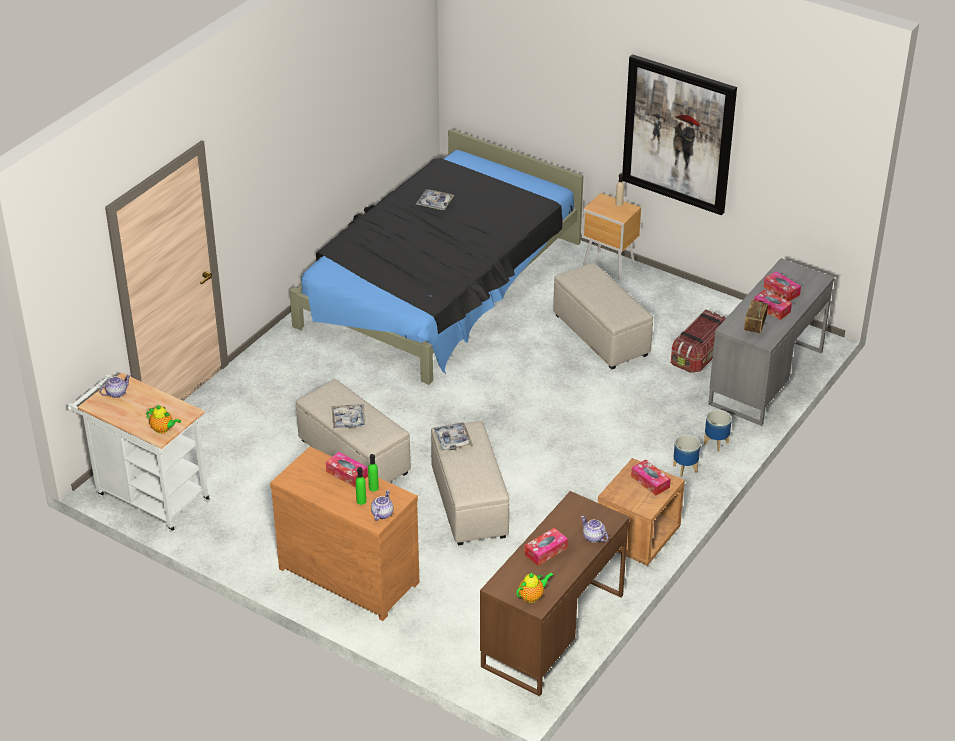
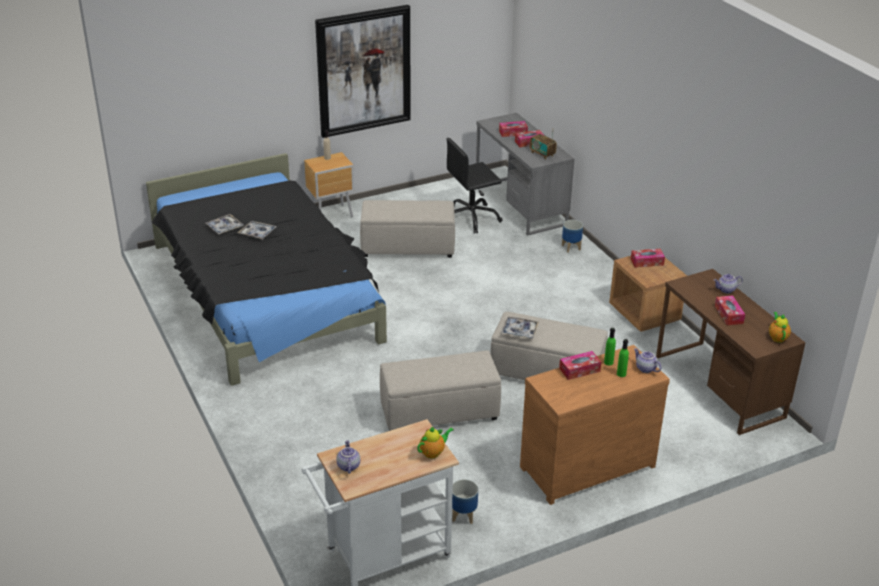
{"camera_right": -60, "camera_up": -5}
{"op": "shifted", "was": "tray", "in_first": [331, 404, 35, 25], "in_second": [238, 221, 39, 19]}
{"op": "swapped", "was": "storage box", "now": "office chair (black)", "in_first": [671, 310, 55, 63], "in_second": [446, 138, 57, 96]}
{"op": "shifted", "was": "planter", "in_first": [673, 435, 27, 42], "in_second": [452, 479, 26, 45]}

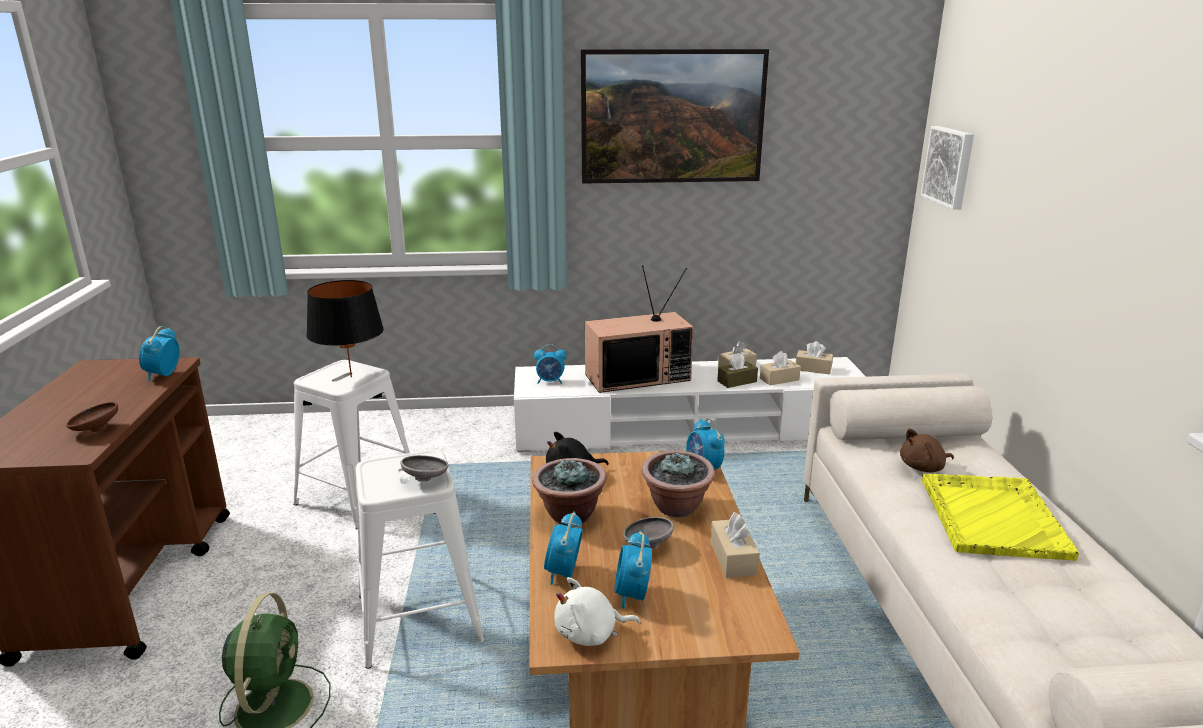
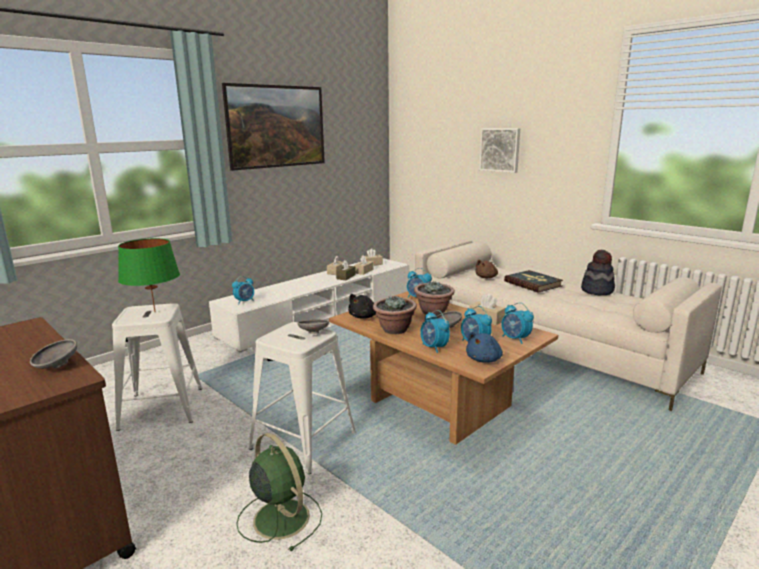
{"camera_right": -40, "camera_up": -5}
{"op": "repainted", "was": "bowl (brown)", "now": "bowl (grey)", "in_first": [66, 402, 52, 30], "in_second": [30, 339, 47, 30]}
{"op": "shifted", "was": "alarm clock", "in_first": [139, 326, 41, 55], "in_second": [501, 302, 33, 42]}
{"op": "repainted", "was": "table lamp (black)", "now": "table lamp (green)", "in_first": [306, 280, 78, 97], "in_second": [118, 238, 62, 74]}
{"op": "repainted", "was": "plush toy (white)", "now": "plush toy (blue)", "in_first": [554, 577, 87, 69], "in_second": [466, 332, 37, 31]}
{"op": "gone", "was": "television", "in_first": [585, 265, 109, 128]}
{"op": "shifted", "was": "picture", "in_first": [921, 126, 53, 84], "in_second": [479, 128, 41, 45]}
{"op": "swapped", "was": "tray (yellow)", "now": "book", "in_first": [922, 474, 157, 87], "in_second": [504, 270, 59, 23]}
{"op": "new", "now": "hat", "in_second": [581, 249, 34, 46]}

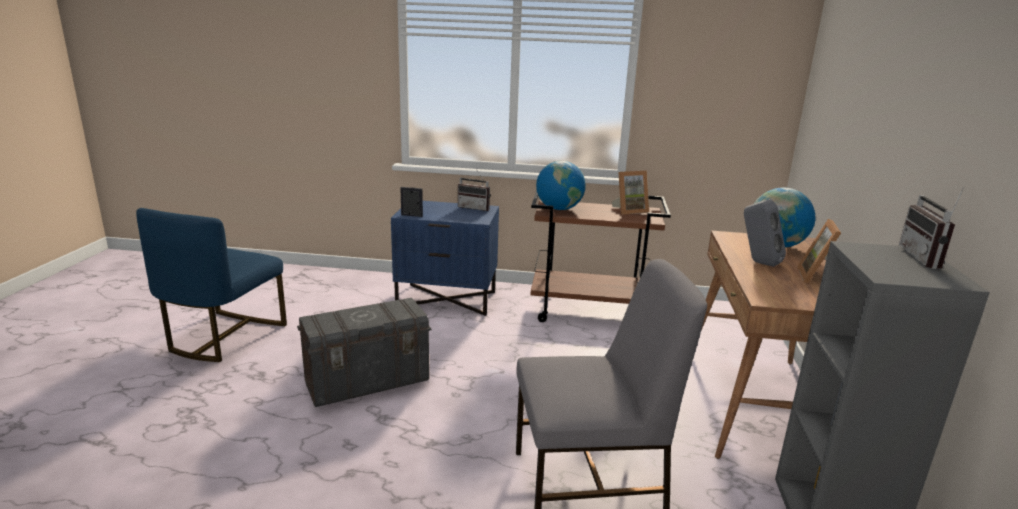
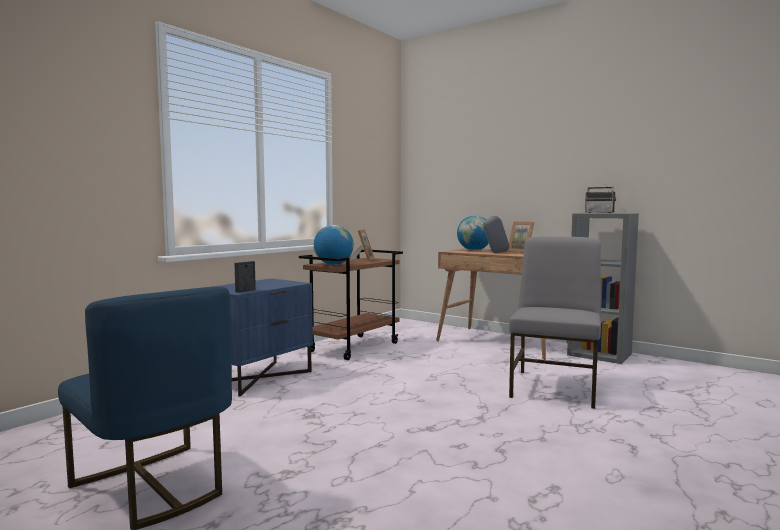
{"camera_right": -60, "camera_up": -15}
{"op": "gone", "was": "storage box (grey)", "in_first": [297, 298, 134, 109]}
{"op": "gone", "was": "radio", "in_first": [458, 169, 33, 42]}

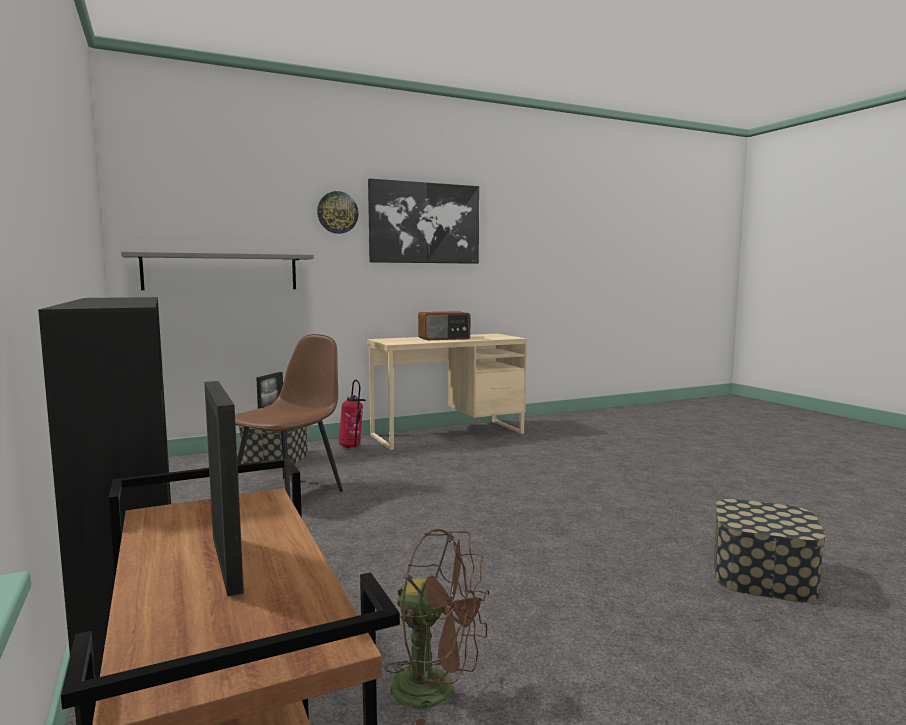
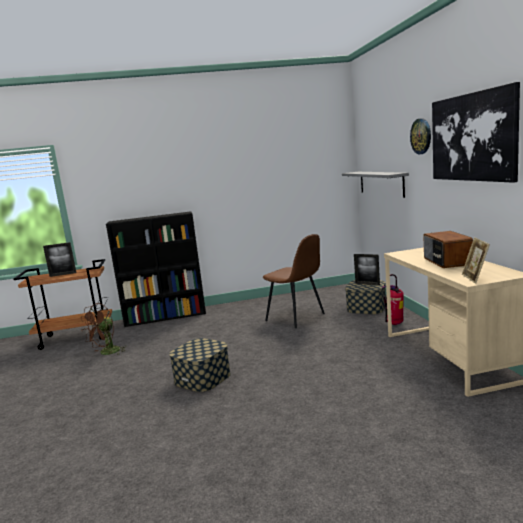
{"camera_right": 105, "camera_up": 5}
{"op": "shifted", "was": "storage box", "in_first": [713, 499, 113, 104], "in_second": [169, 338, 62, 54]}
{"op": "new", "now": "picture frame", "in_second": [462, 237, 28, 47]}

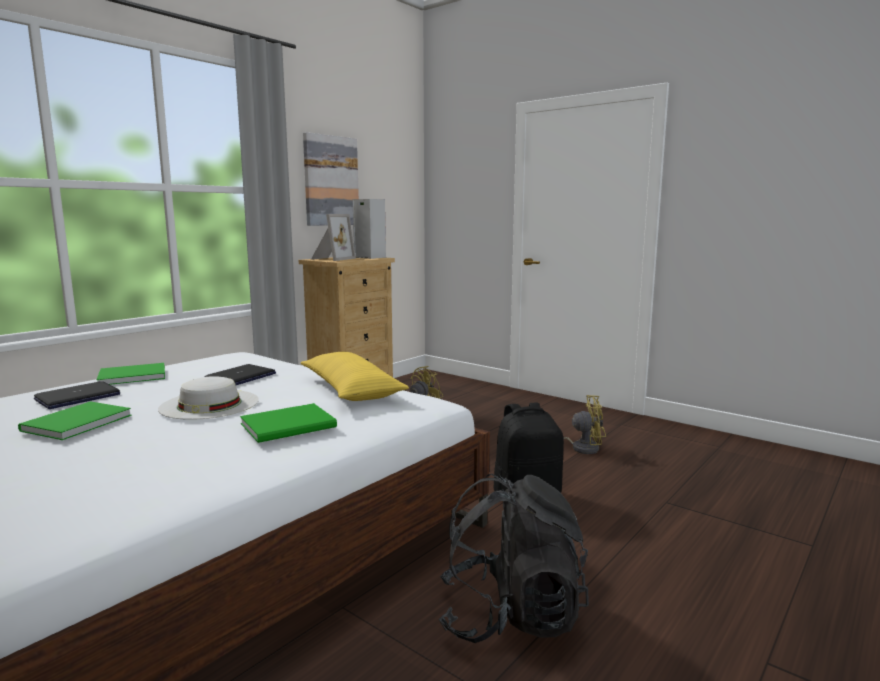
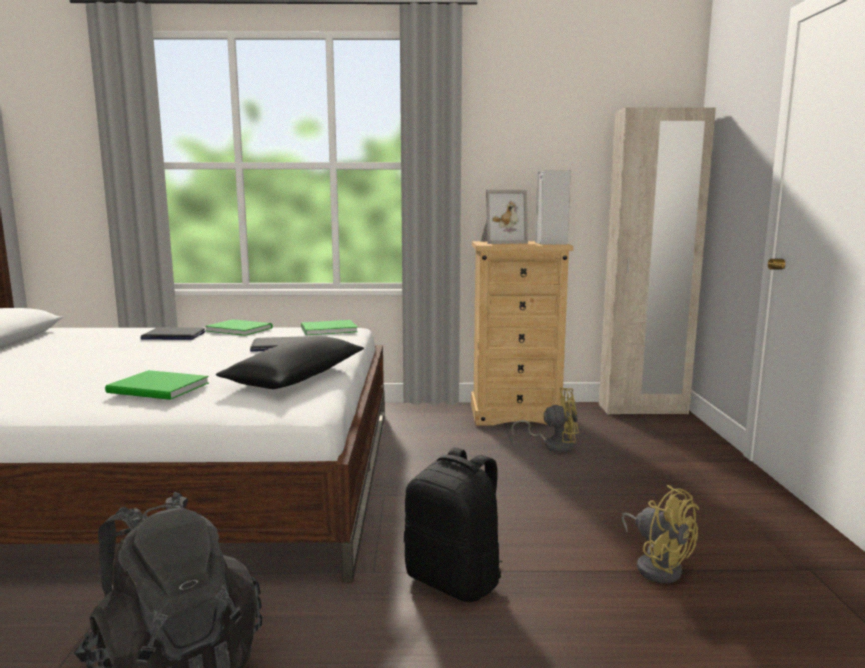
{"camera_right": 50, "camera_up": 0}
{"op": "shifted", "was": "book (green)", "in_first": [18, 401, 113, 39], "in_second": [301, 320, 57, 15]}
{"op": "gone", "was": "hat (white)", "in_first": [158, 376, 101, 44]}
{"op": "repainted", "was": "pillow (yellow)", "now": "pillow (black)", "in_first": [301, 352, 108, 49], "in_second": [216, 336, 148, 53]}
{"op": "gone", "was": "picture", "in_first": [303, 132, 56, 94]}
{"op": "new", "now": "wardrobe (beige)", "in_second": [599, 107, 117, 307]}

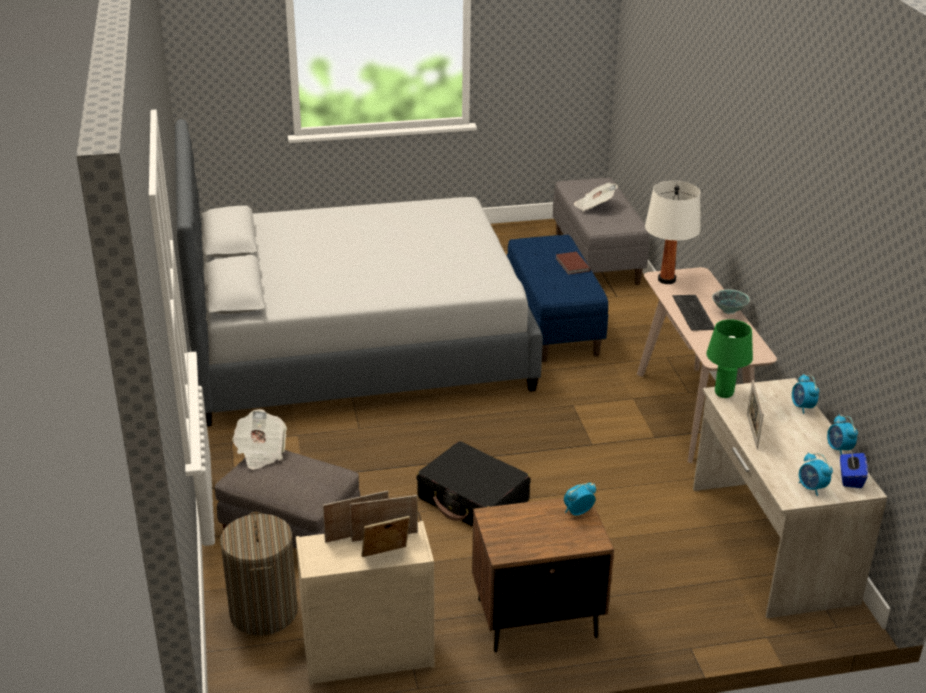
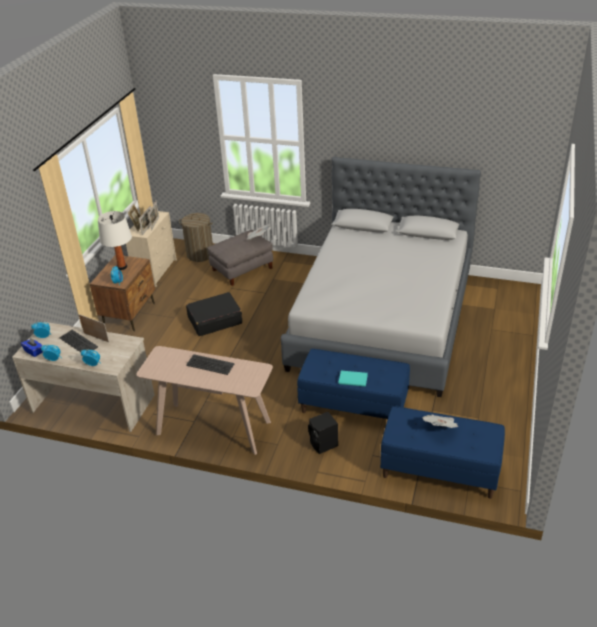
{"camera_right": 120, "camera_up": 5}
{"op": "repainted", "was": "bench (grey)", "now": "bench (blue)", "in_first": [553, 177, 96, 108], "in_second": [380, 406, 125, 93]}
{"op": "repainted", "was": "book (brown)", "now": "book (turquoise)", "in_first": [556, 252, 35, 23], "in_second": [338, 371, 30, 16]}
{"op": "shifted", "was": "table lamp (white)", "in_first": [645, 181, 55, 103], "in_second": [98, 211, 34, 59]}
{"op": "gone", "was": "table lamp (green)", "in_first": [706, 319, 47, 79]}
{"op": "gone", "was": "bowl", "in_first": [712, 289, 38, 26]}
{"op": "new", "now": "keyboard", "in_second": [59, 330, 39, 22]}
{"op": "new", "now": "speaker (black)", "in_second": [308, 412, 30, 42]}

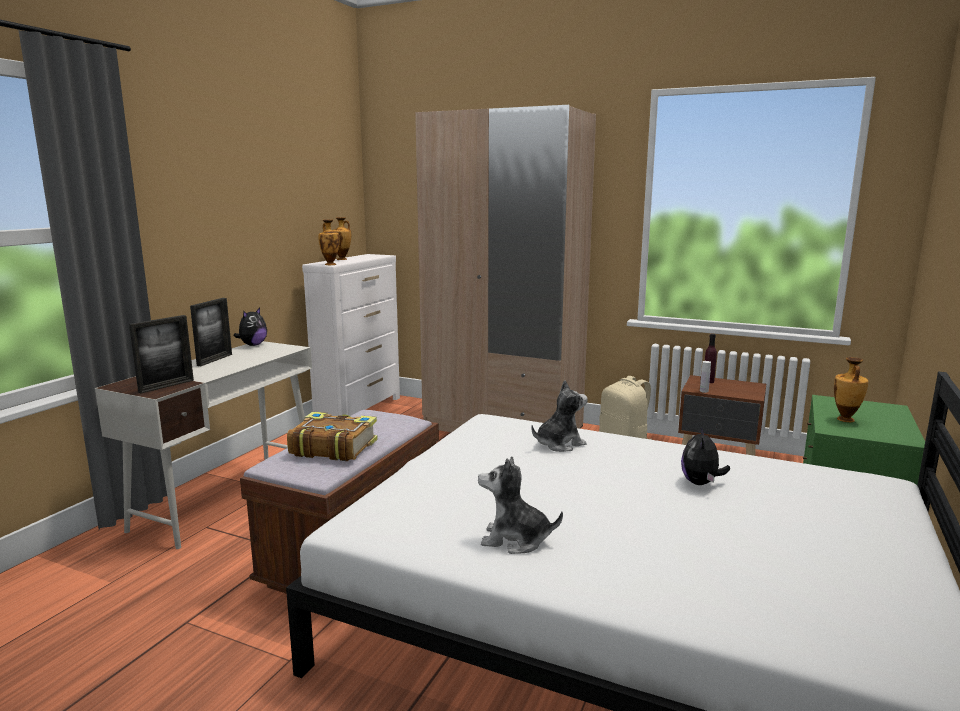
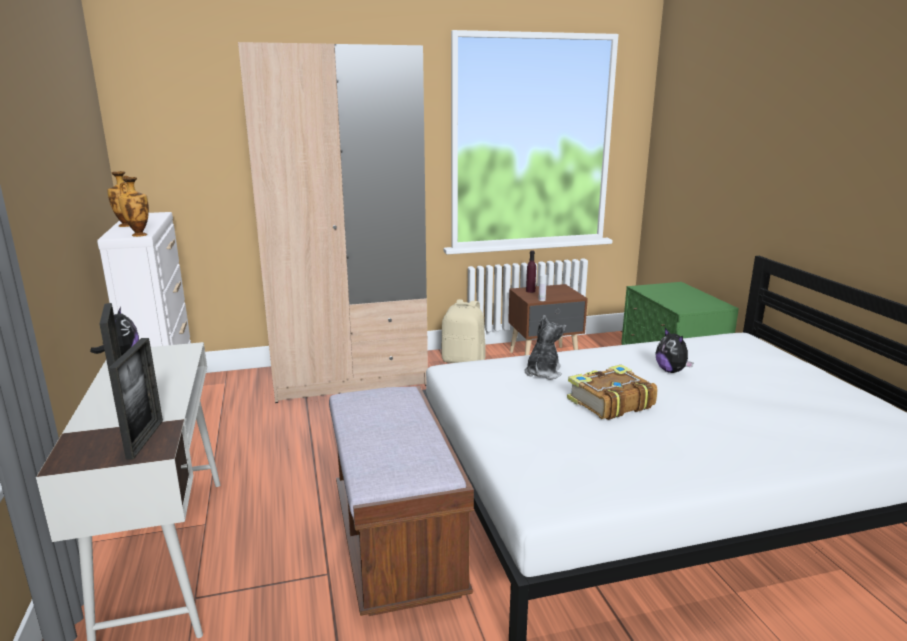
{"camera_right": -40, "camera_up": 5}
{"op": "shifted", "was": "book", "in_first": [287, 412, 91, 49], "in_second": [567, 365, 90, 55]}
{"op": "gone", "was": "plush toy", "in_first": [478, 457, 85, 97]}
{"op": "gone", "was": "vase", "in_first": [834, 357, 35, 65]}

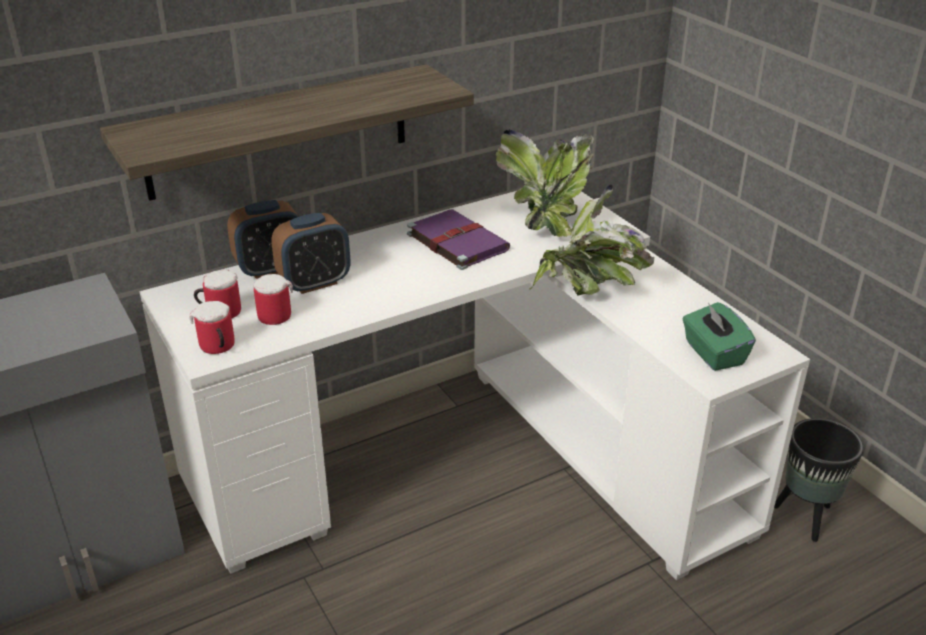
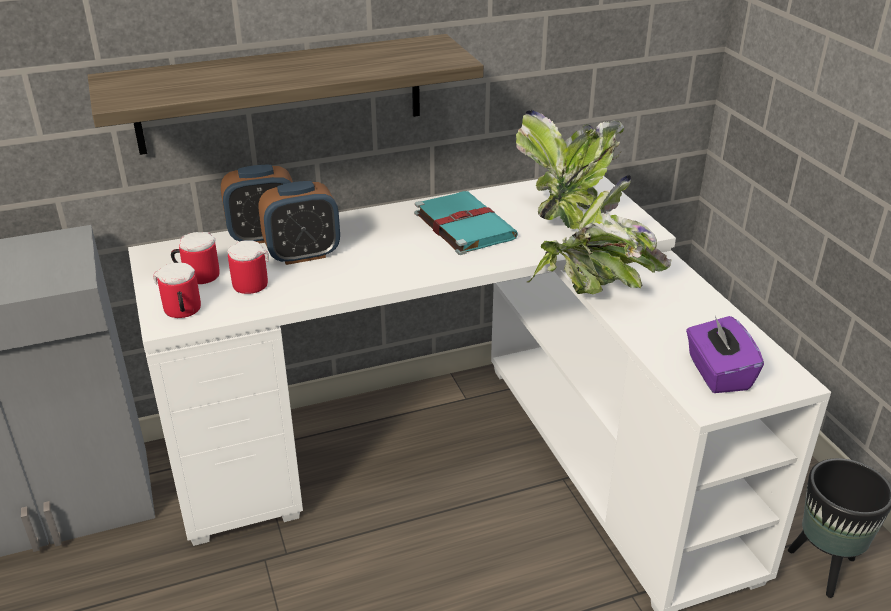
{"camera_right": 10, "camera_up": 0}
{"op": "repainted", "was": "book (purple)", "now": "book (turquoise)", "in_first": [407, 209, 103, 61], "in_second": [414, 191, 104, 64]}
{"op": "repainted", "was": "tissue box (green)", "now": "tissue box (purple)", "in_first": [683, 302, 73, 69], "in_second": [686, 316, 78, 77]}

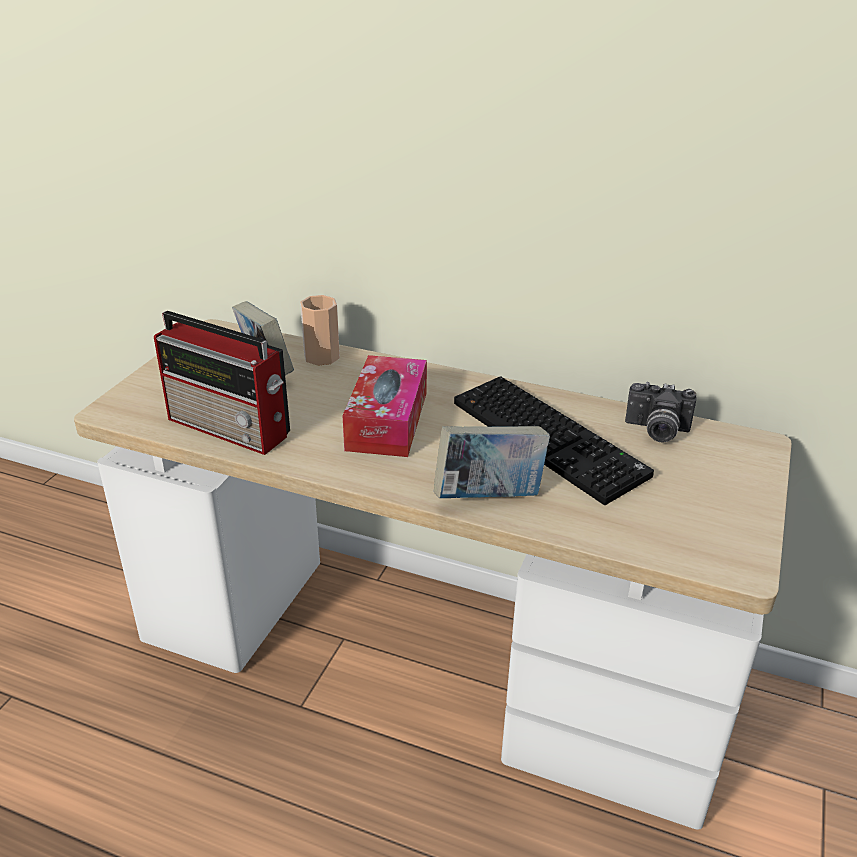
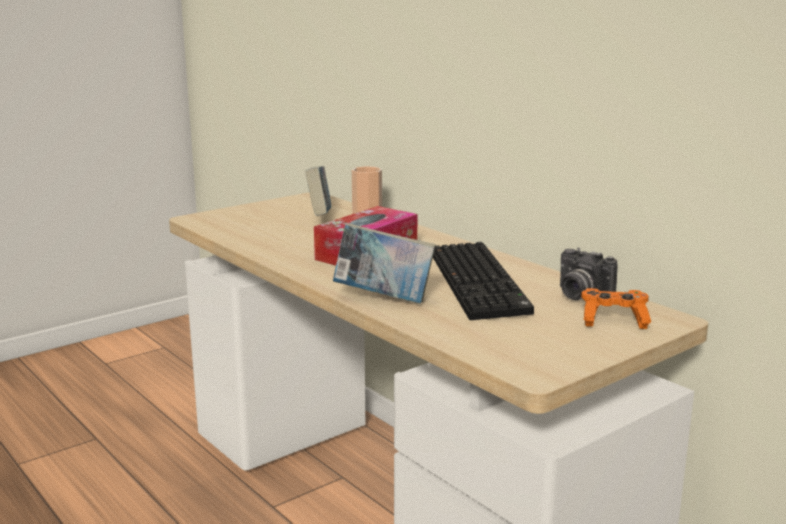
{"camera_right": 30, "camera_up": -15}
{"op": "gone", "was": "radio", "in_first": [154, 311, 136, 144]}
{"op": "new", "now": "game controller (orange)", "in_second": [581, 288, 70, 41]}

